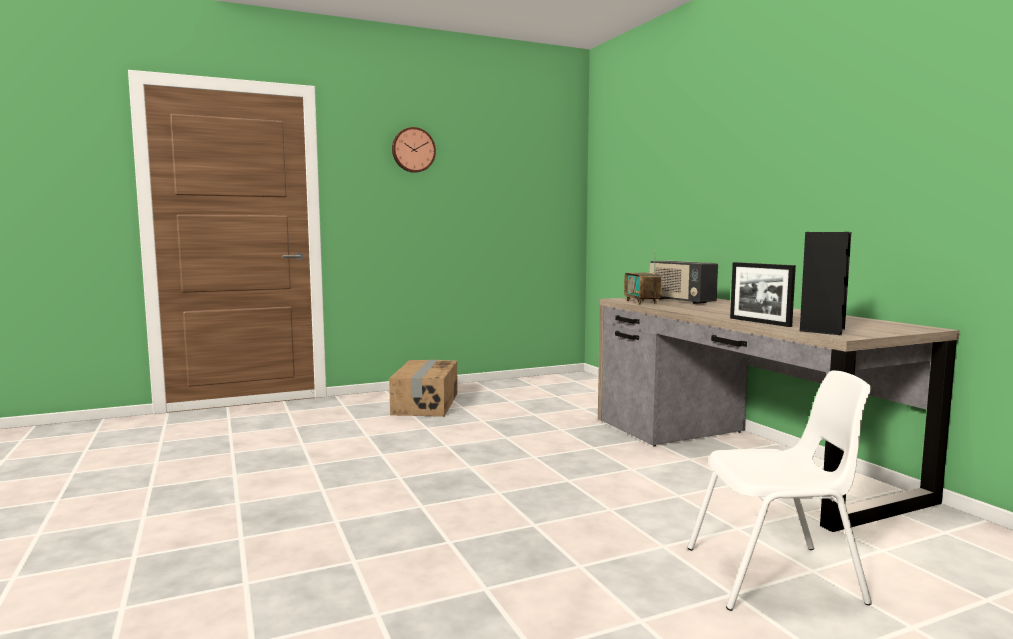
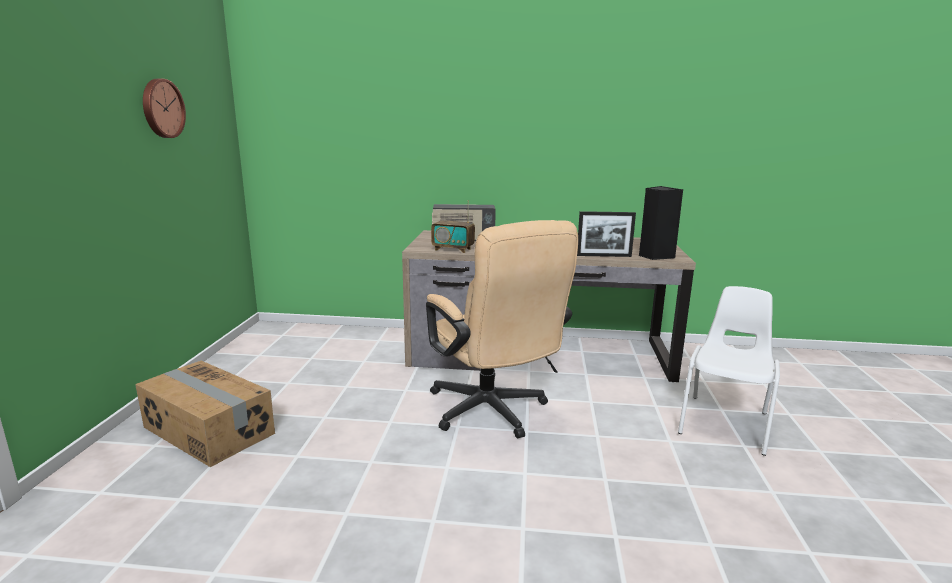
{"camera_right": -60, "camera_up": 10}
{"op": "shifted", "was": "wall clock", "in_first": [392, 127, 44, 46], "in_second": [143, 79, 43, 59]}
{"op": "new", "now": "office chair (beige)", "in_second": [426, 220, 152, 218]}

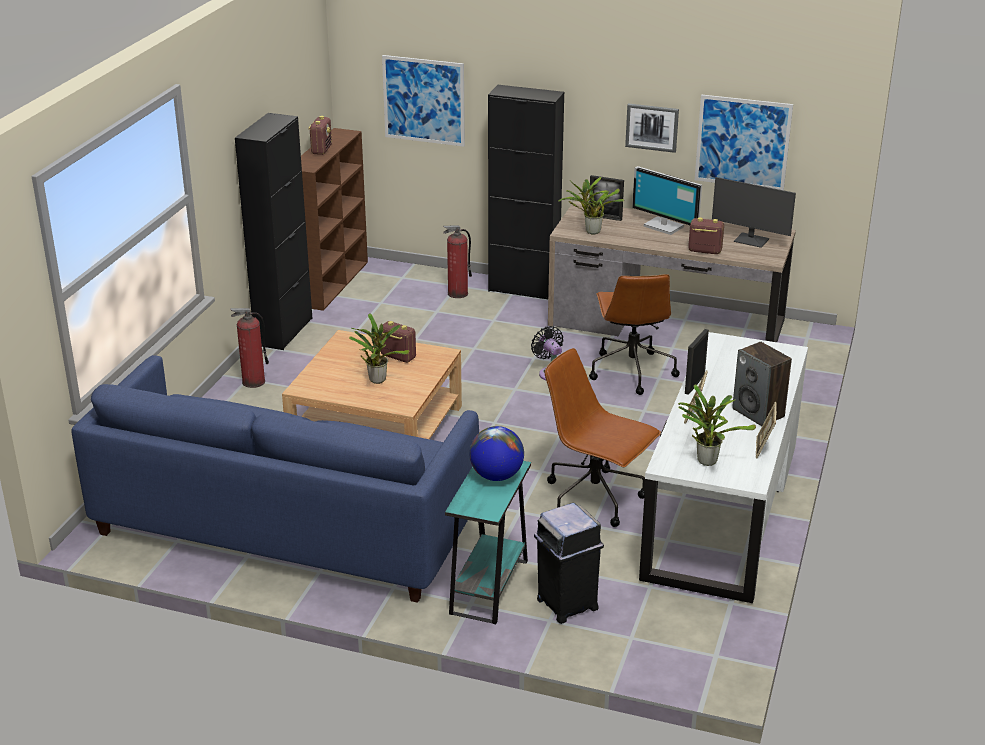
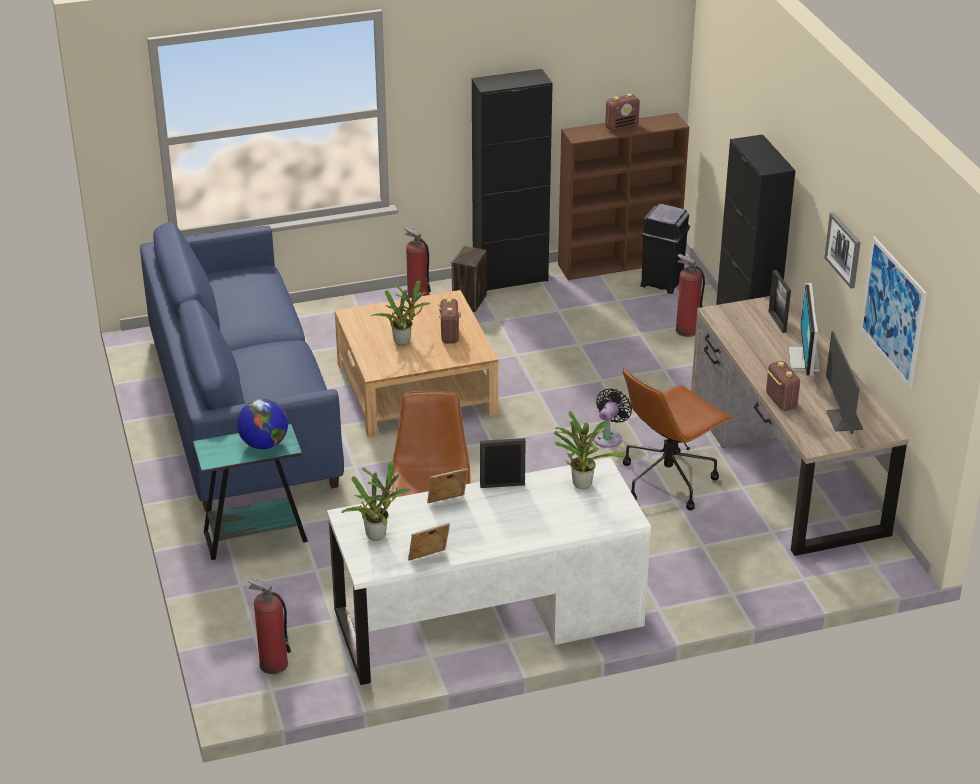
{"camera_right": 55, "camera_up": 5}
{"op": "gone", "was": "picture", "in_first": [382, 55, 83, 92]}
{"op": "shifted", "was": "trash can (black)", "in_first": [534, 503, 70, 121], "in_second": [640, 204, 50, 90]}
{"op": "shifted", "was": "potted plant", "in_first": [558, 177, 66, 57], "in_second": [554, 411, 72, 78]}
{"op": "shifted", "was": "speaker", "in_first": [732, 342, 60, 84], "in_second": [452, 245, 35, 67]}
{"op": "new", "now": "fire extinguisher", "in_second": [248, 578, 43, 96]}

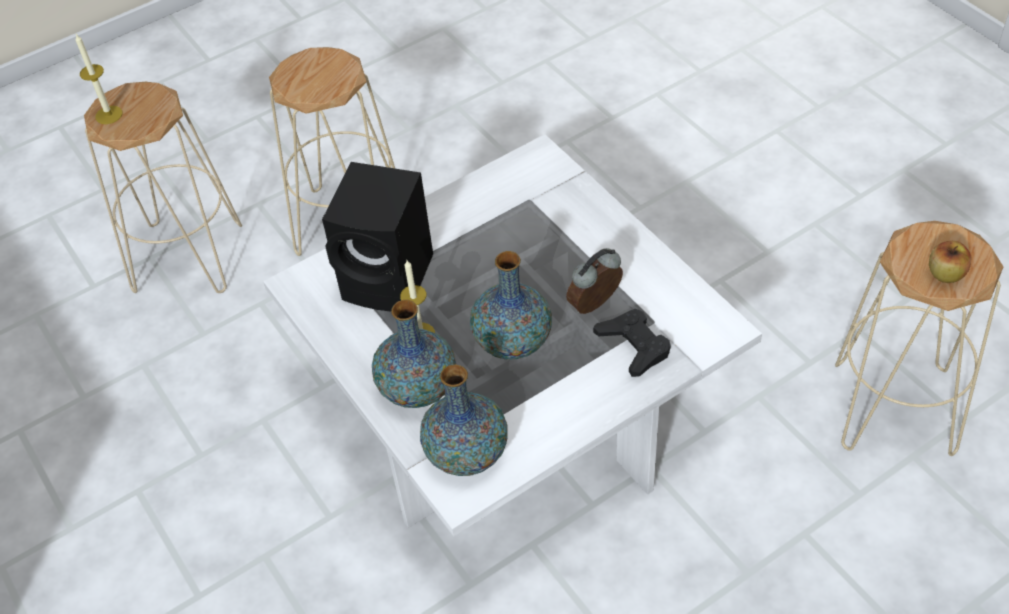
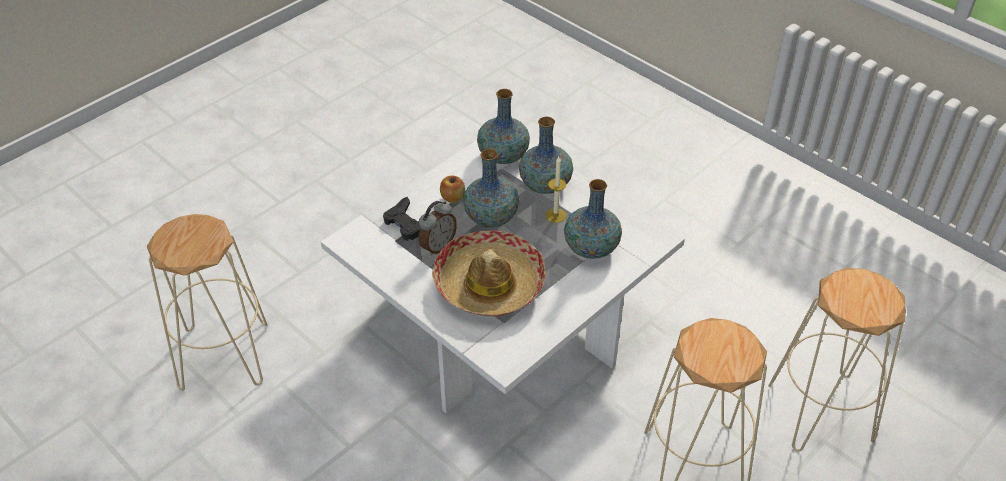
{"camera_right": 165, "camera_up": -5}
{"op": "gone", "was": "candle", "in_first": [75, 34, 47, 90]}
{"op": "swapped", "was": "speaker (black)", "now": "vase", "in_first": [322, 162, 111, 150], "in_second": [564, 179, 58, 80]}
{"op": "shifted", "was": "apple", "in_first": [929, 241, 43, 42], "in_second": [440, 176, 25, 27]}
{"op": "new", "now": "hat", "in_second": [432, 231, 114, 86]}

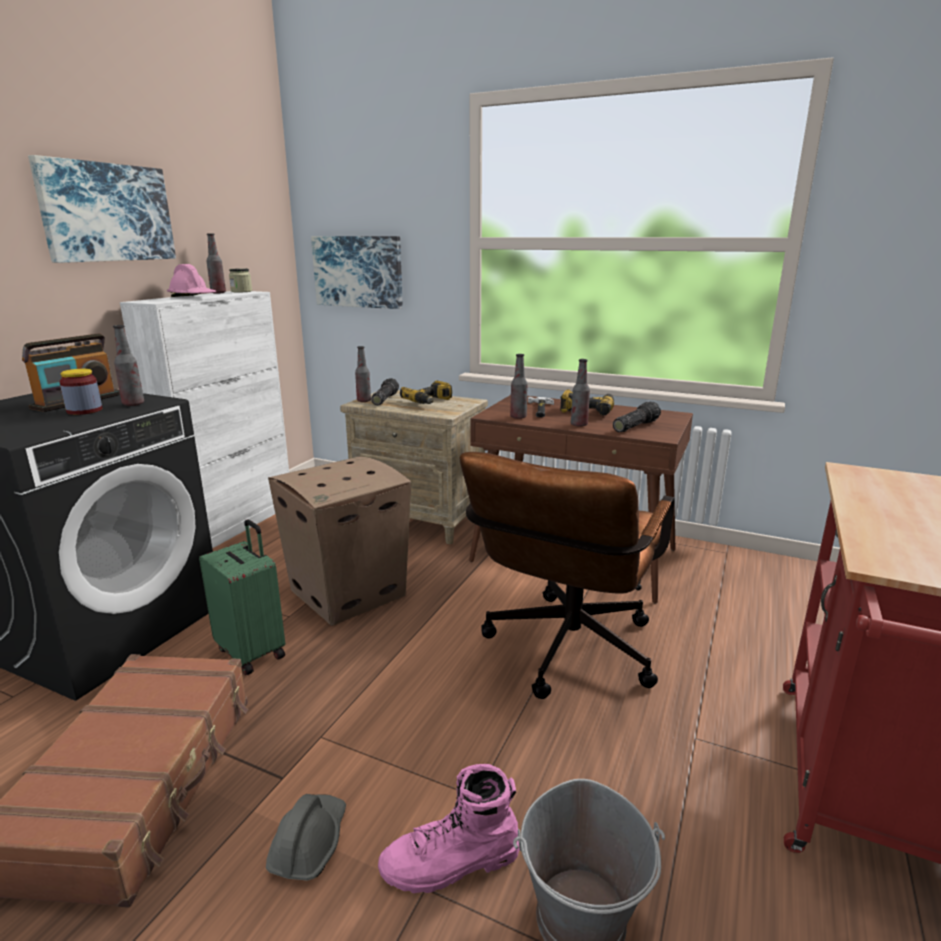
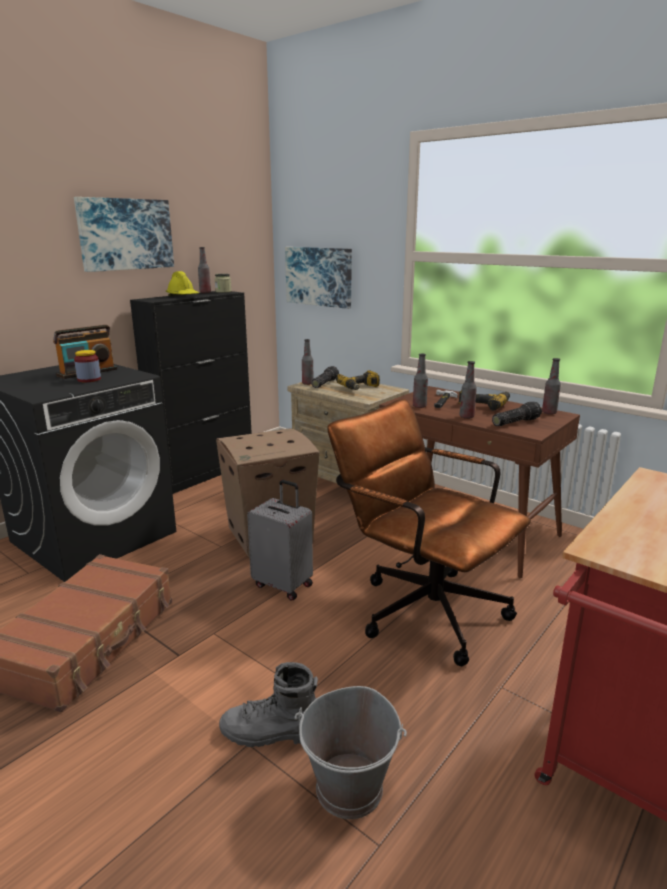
{"camera_right": 15, "camera_up": 0}
{"op": "shifted", "was": "bottle", "in_first": [113, 325, 31, 81], "in_second": [542, 358, 19, 57]}
{"op": "repainted", "was": "cabinet (white)", "now": "cabinet (black)", "in_first": [120, 291, 169, 257], "in_second": [130, 291, 122, 203]}
{"op": "repainted", "was": "hard hat (pink)", "now": "hard hat (yellow)", "in_first": [167, 264, 50, 33], "in_second": [166, 271, 33, 25]}
{"op": "gone", "was": "suitcase (green)", "in_first": [199, 519, 86, 156]}
{"op": "gone", "was": "hard hat (grey)", "in_first": [266, 794, 80, 87]}
{"op": "repainted", "was": "boot (pink)", "now": "boot (grey)", "in_first": [378, 764, 142, 129], "in_second": [219, 662, 99, 85]}
{"op": "rotated", "was": "office chair (brown)", "in_first": [460, 452, 215, 247], "in_second": [327, 399, 204, 267], "clockwise": 90}
{"op": "new", "now": "suitcase (grey)", "in_second": [247, 480, 66, 121]}

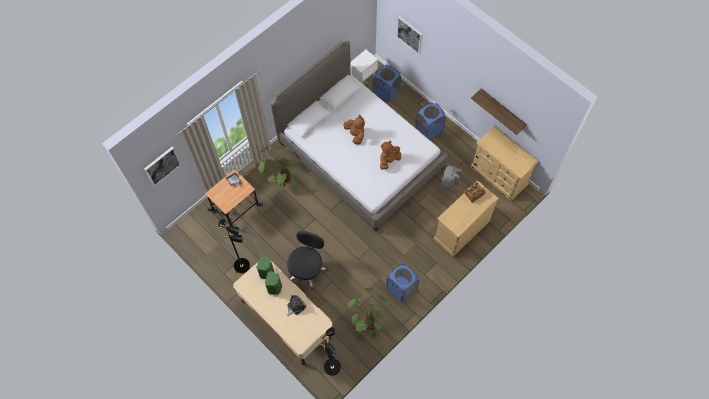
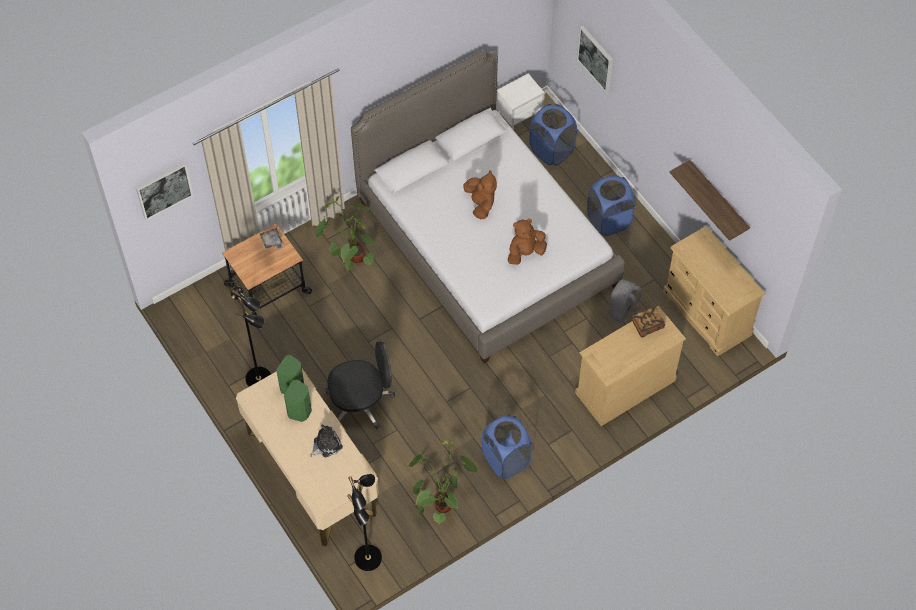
{"camera_right": 10, "camera_up": -5}
{"op": "rotated", "was": "office chair (black)", "in_first": [287, 231, 41, 59], "in_second": [325, 341, 70, 88], "clockwise": 45}

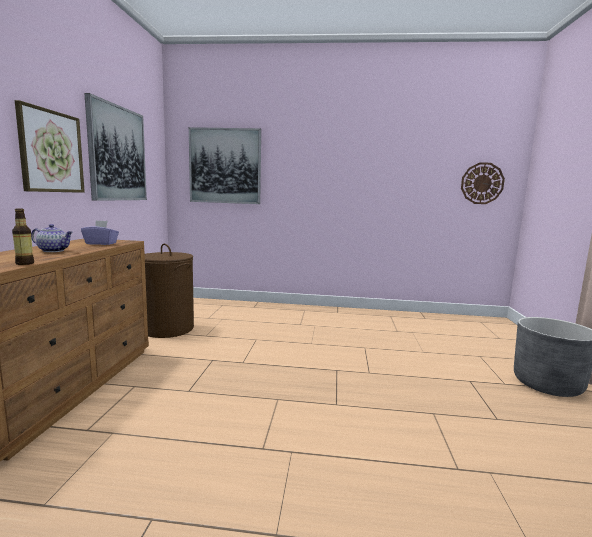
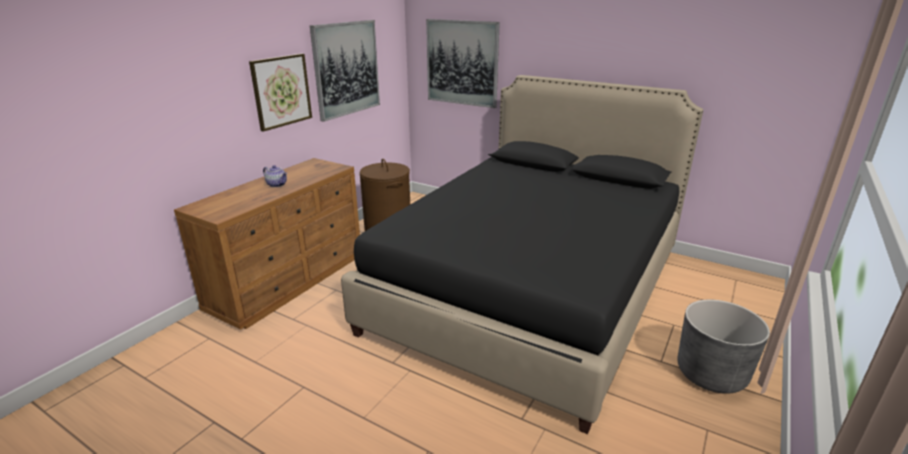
{"camera_right": 25, "camera_up": 15}
{"op": "gone", "was": "bottle", "in_first": [12, 208, 22, 57]}
{"op": "gone", "was": "tissue box (purple)", "in_first": [81, 220, 38, 25]}
{"op": "gone", "was": "wall clock", "in_first": [461, 162, 44, 42]}
{"op": "new", "now": "bed (black)", "in_second": [341, 75, 362, 359]}

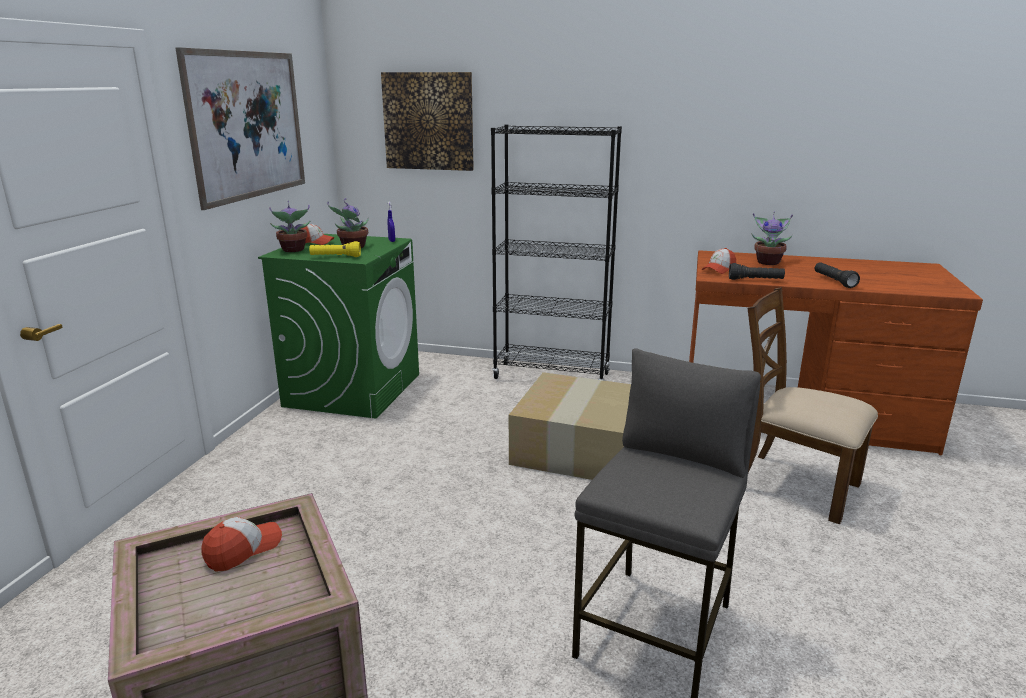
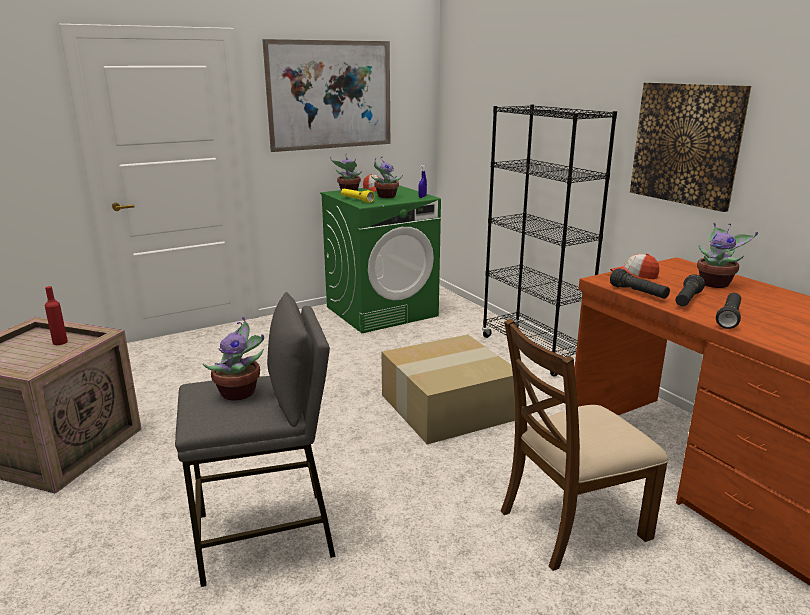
{"camera_right": 45, "camera_up": 0}
{"op": "swapped", "was": "cap", "now": "bottle (red)", "in_first": [201, 517, 81, 54], "in_second": [45, 286, 23, 59]}
{"op": "shifted", "was": "picture", "in_first": [381, 72, 93, 99], "in_second": [630, 82, 121, 130]}
{"op": "rotated", "was": "chair (brown)", "in_first": [748, 287, 130, 237], "in_second": [501, 319, 167, 252], "clockwise": -105}
{"op": "new", "now": "potted plant", "in_second": [202, 316, 62, 85]}
{"op": "new", "now": "flashlight (black)", "in_second": [676, 274, 29, 32]}

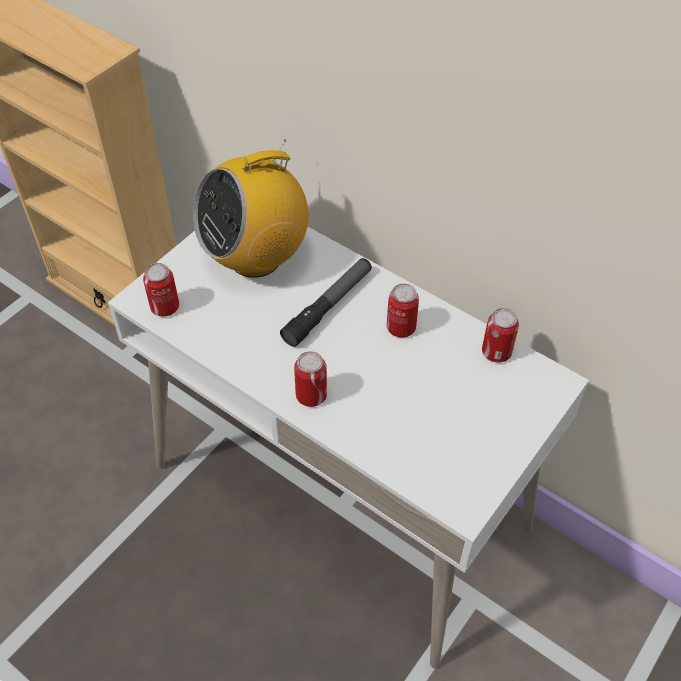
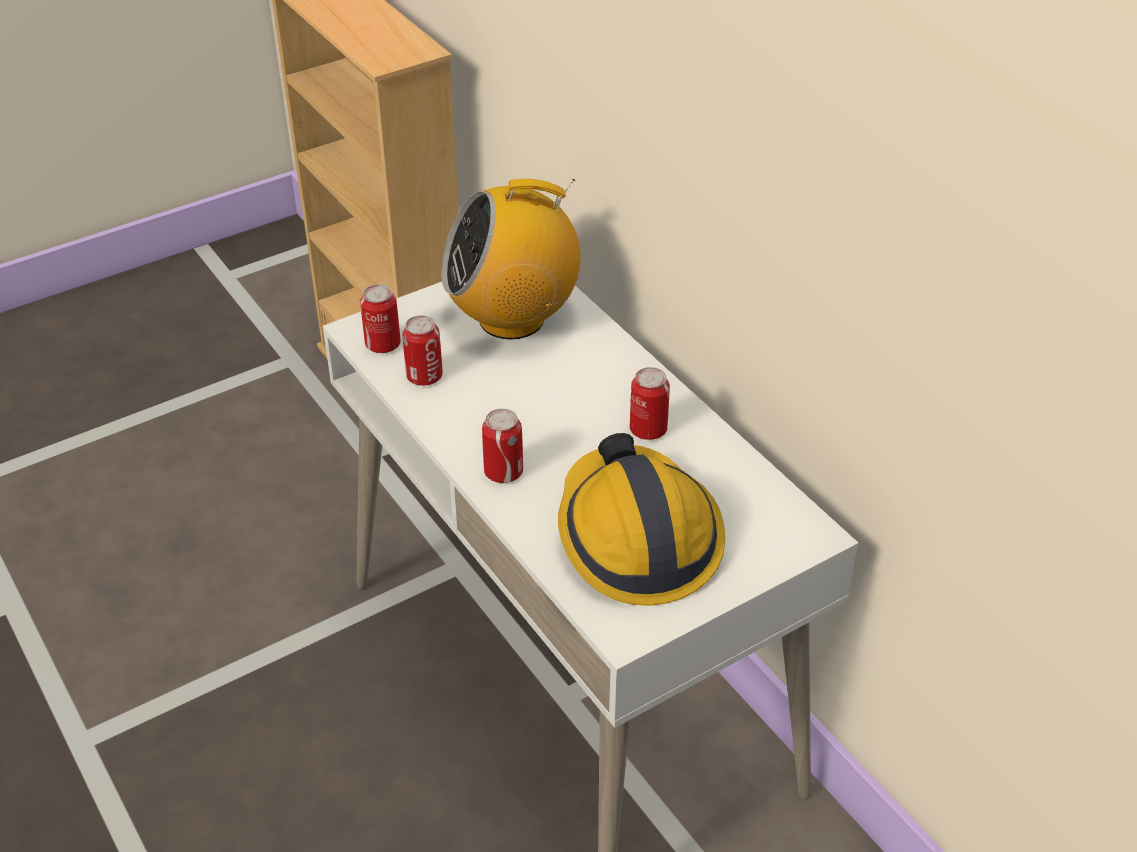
{"camera_right": 20, "camera_up": -10}
{"op": "gone", "was": "flashlight", "in_first": [280, 258, 92, 89]}
{"op": "shifted", "was": "can", "in_first": [482, 308, 37, 54], "in_second": [402, 315, 41, 71]}
{"op": "new", "now": "hard hat", "in_second": [558, 433, 167, 173]}

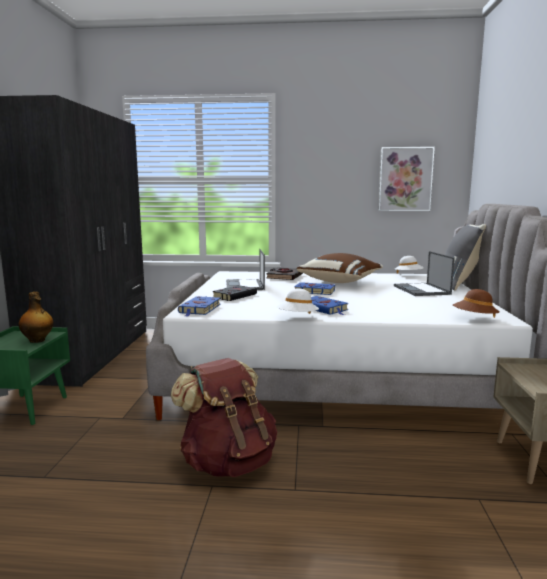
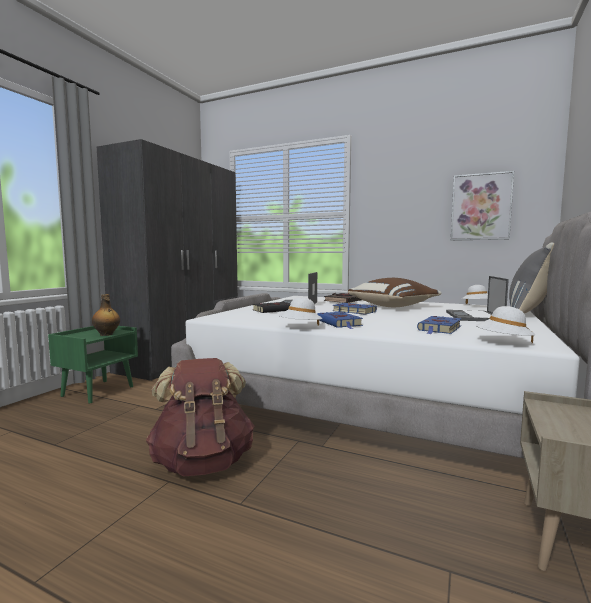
{"camera_right": 20, "camera_up": -5}
{"op": "shifted", "was": "book (blue)", "in_first": [178, 296, 43, 21], "in_second": [417, 316, 45, 18]}
{"op": "repainted", "was": "hat (brown)", "now": "hat (white)", "in_first": [453, 289, 46, 29], "in_second": [476, 306, 59, 37]}

